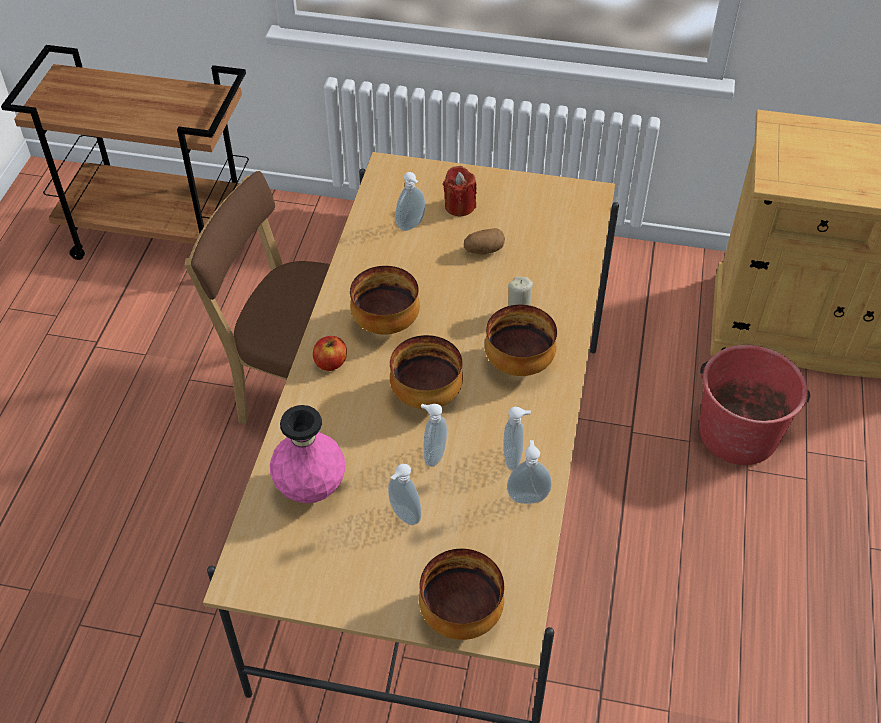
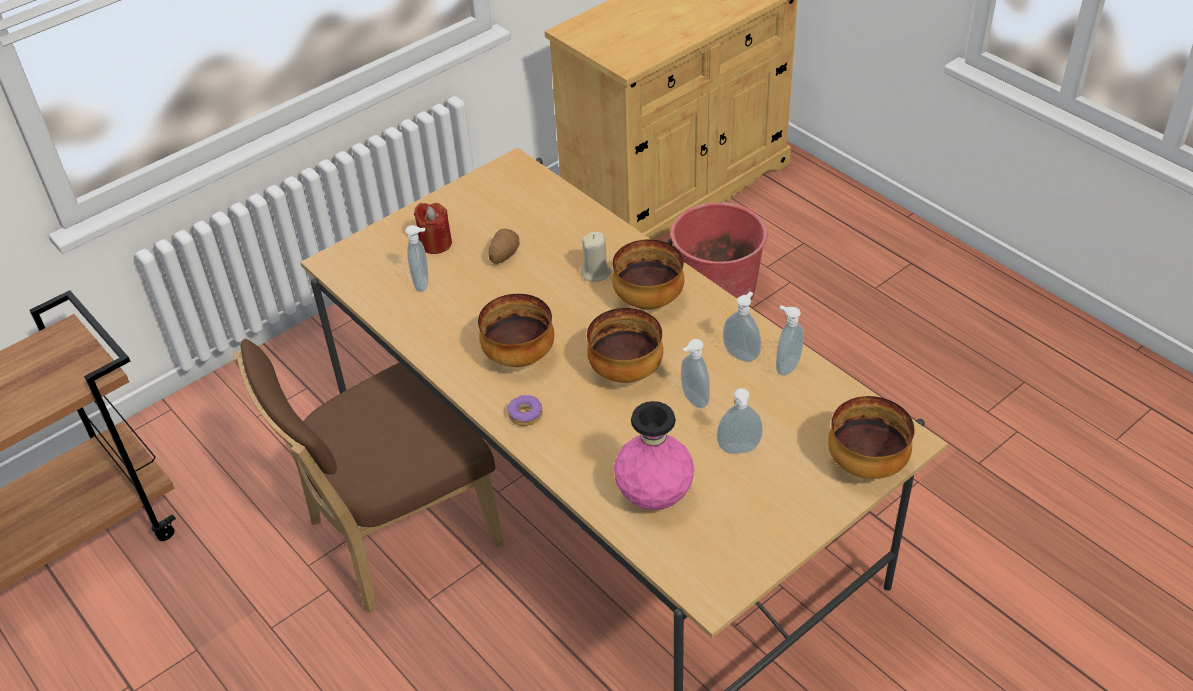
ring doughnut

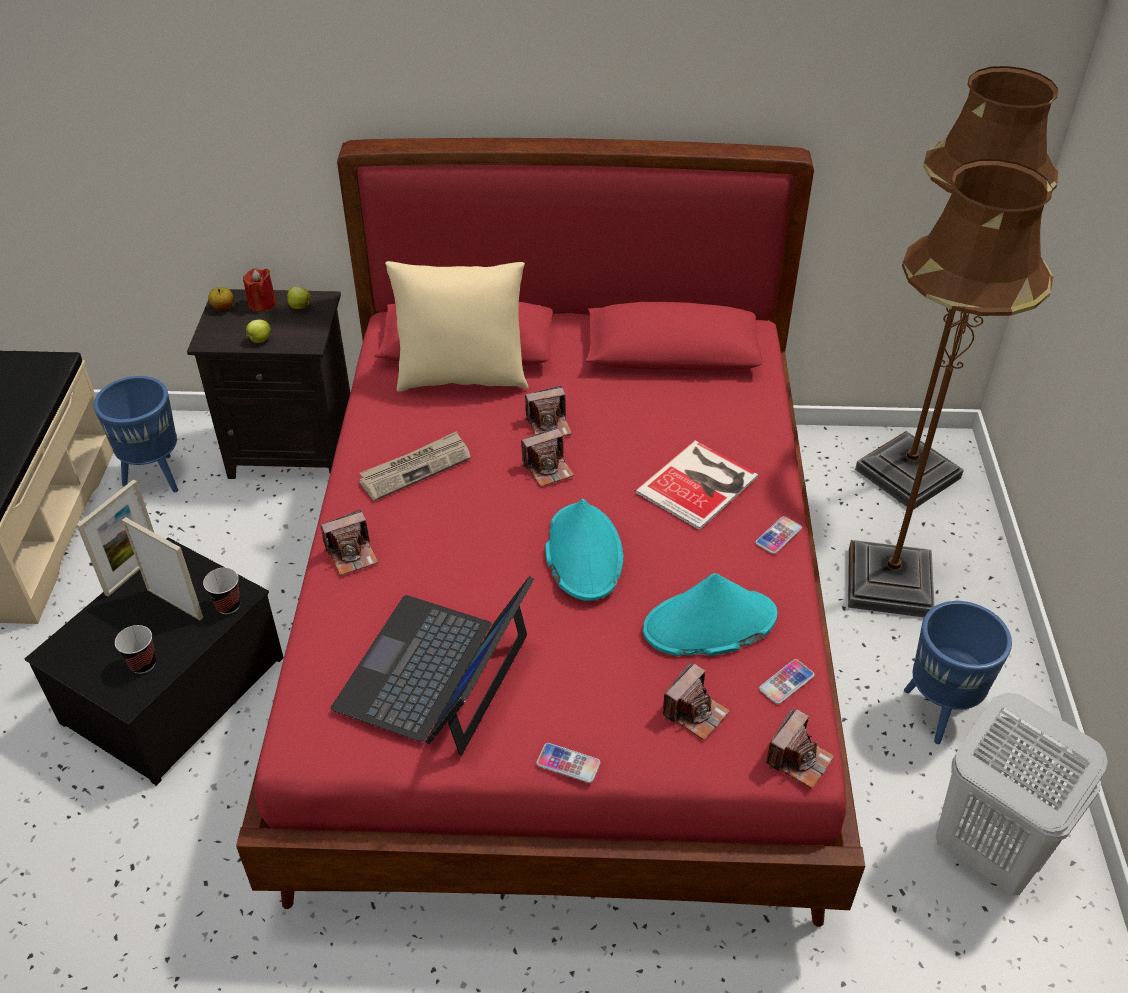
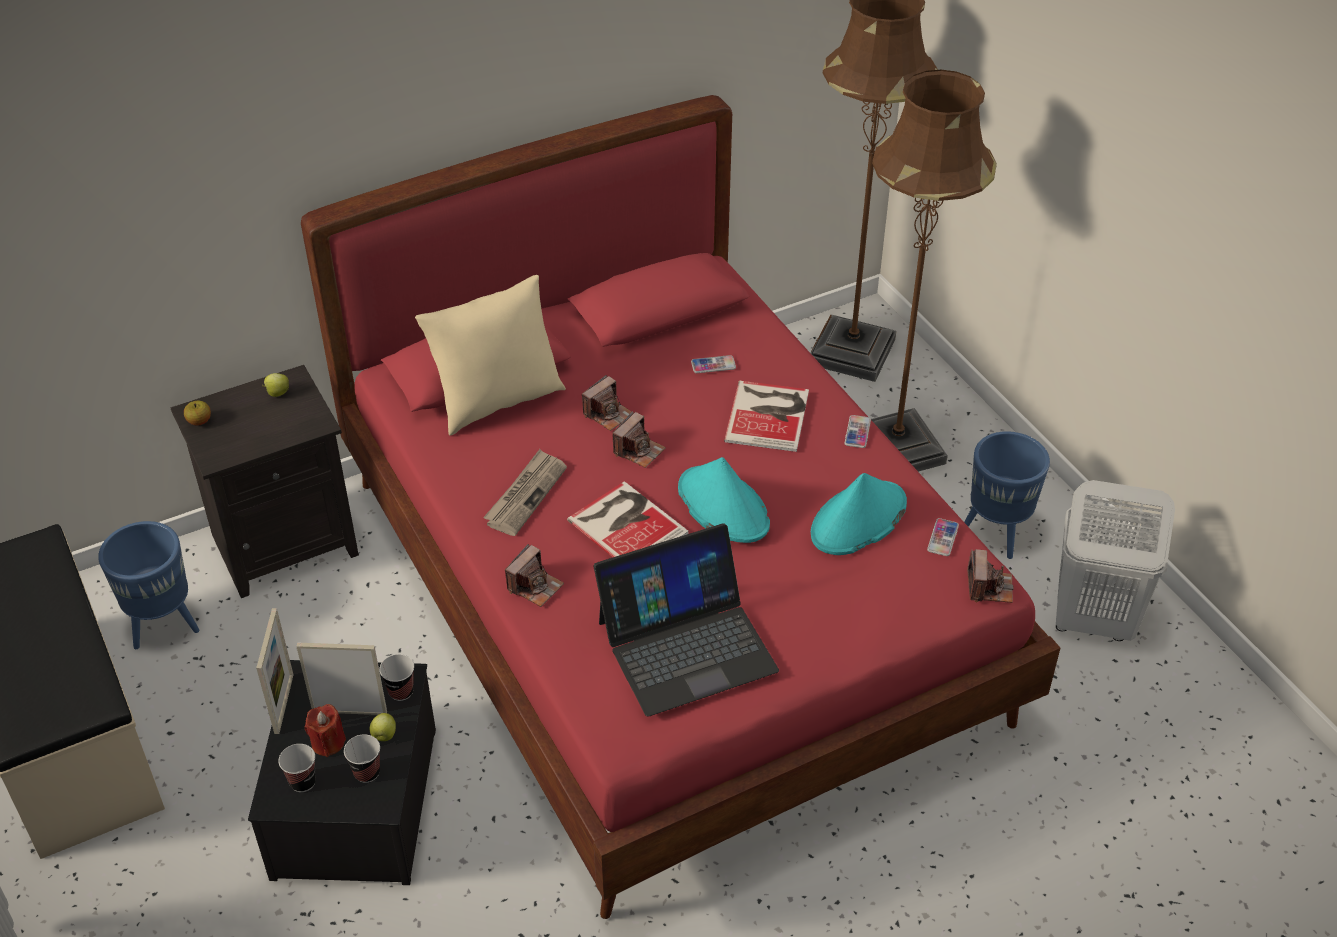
cup (no. 1 from left)
reddish candle
apple (no. 3 from left)
book (no. 1 from left)
portable computer
telephone (no. 1 from left)
photo camera (no. 4 from left in the first image)

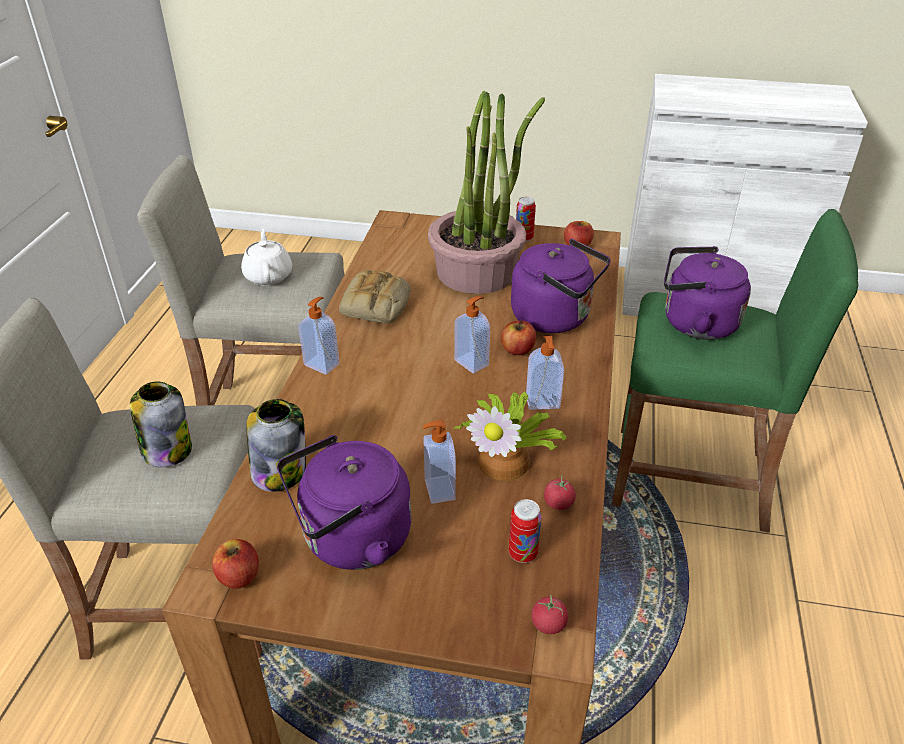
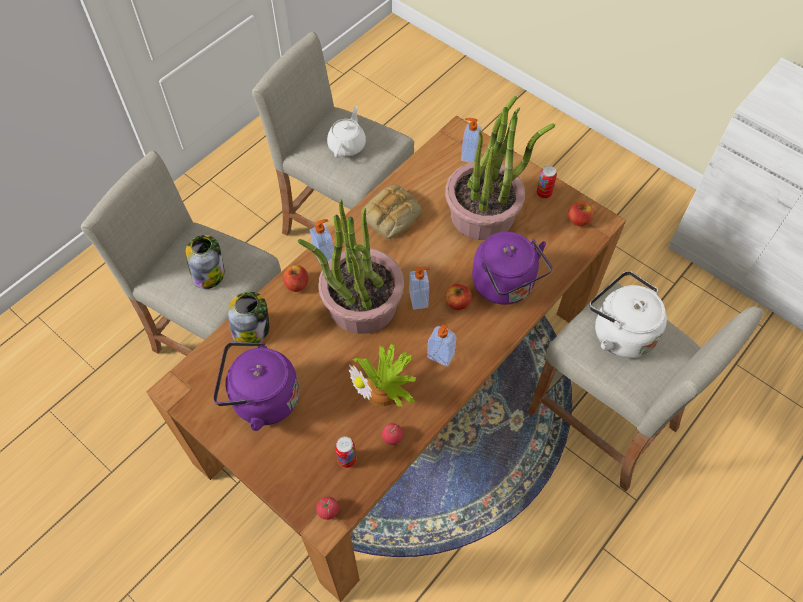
apple (no. 1 from left)
plant in a pot (no. 1 from left)
soap dispenser (no. 4 from left)
beige-coloured sitting stool (no. 3 from left)
white water kettle

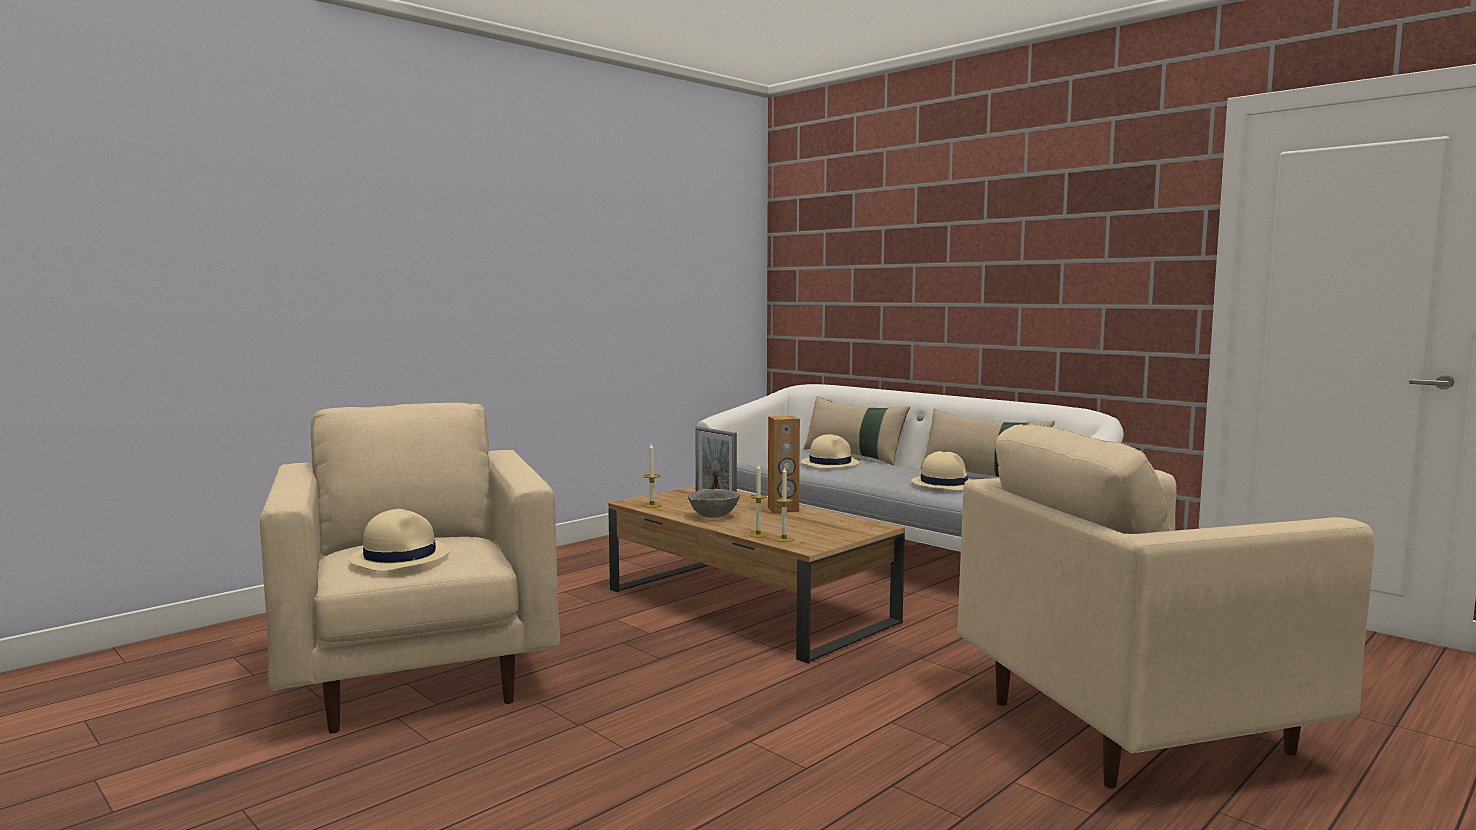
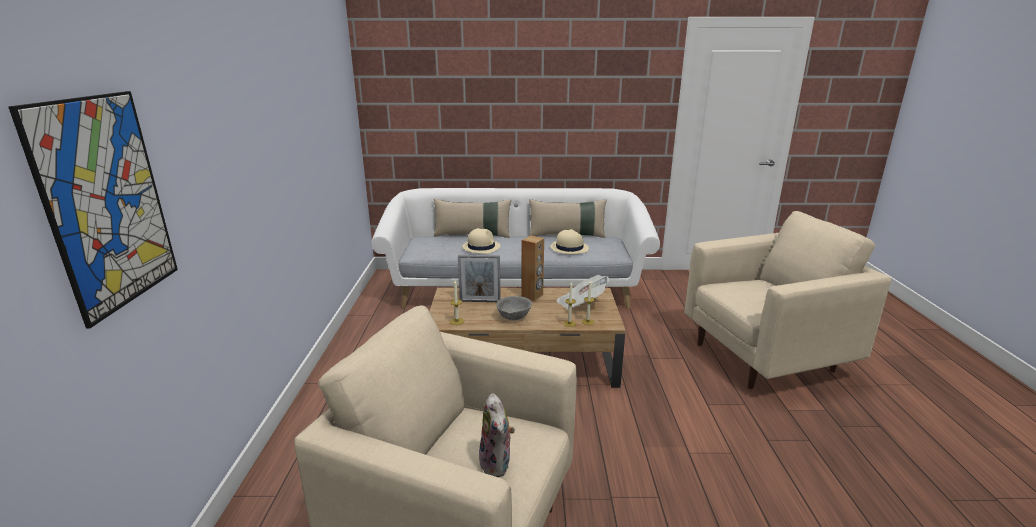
wall picture
plush toy
daily paper
beige-coloured lounge chair (no. 2 from left)

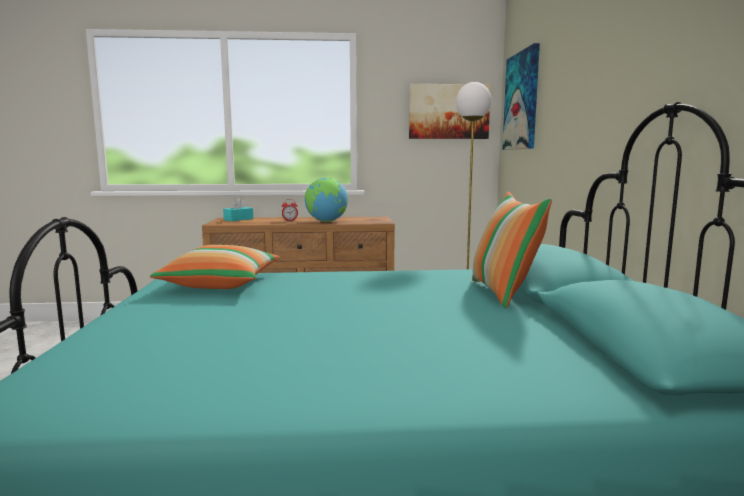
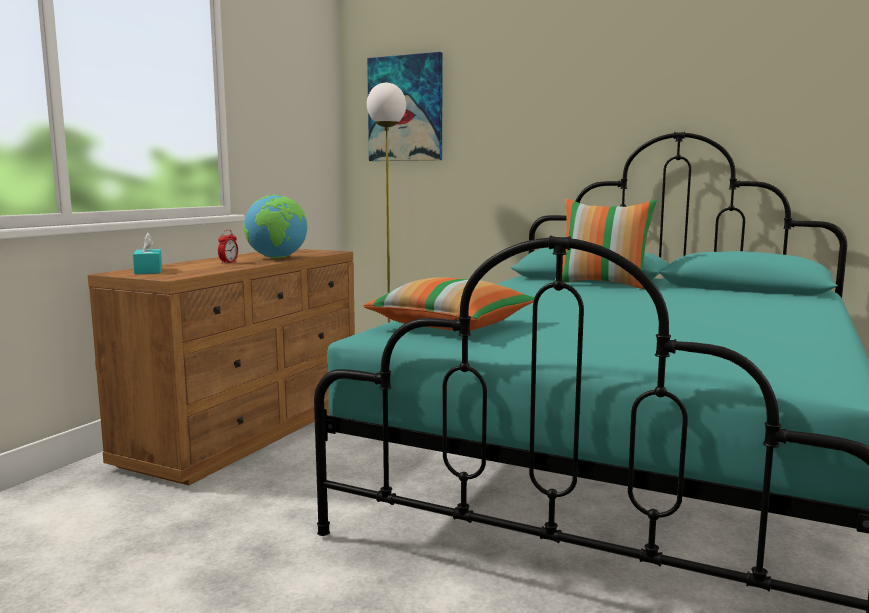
wall picture (no. 1 from left in the first image)

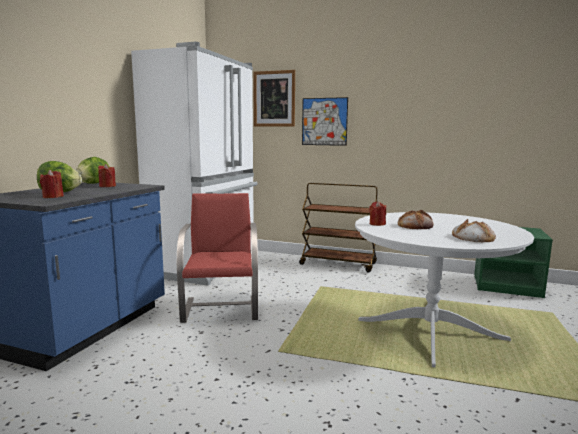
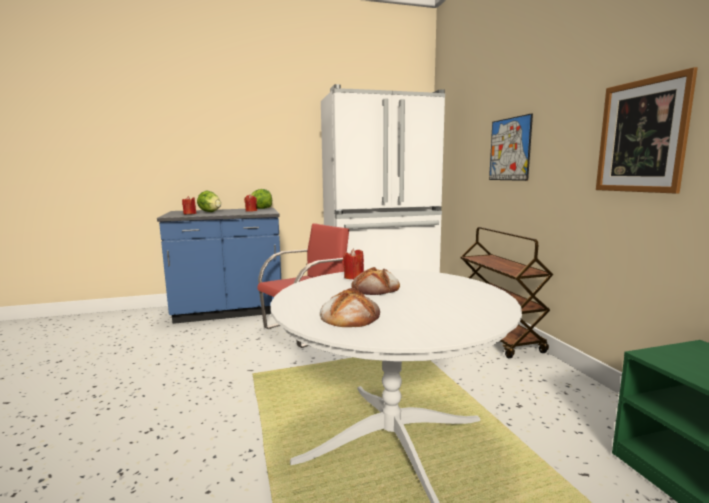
wall picture (no. 2 from left)

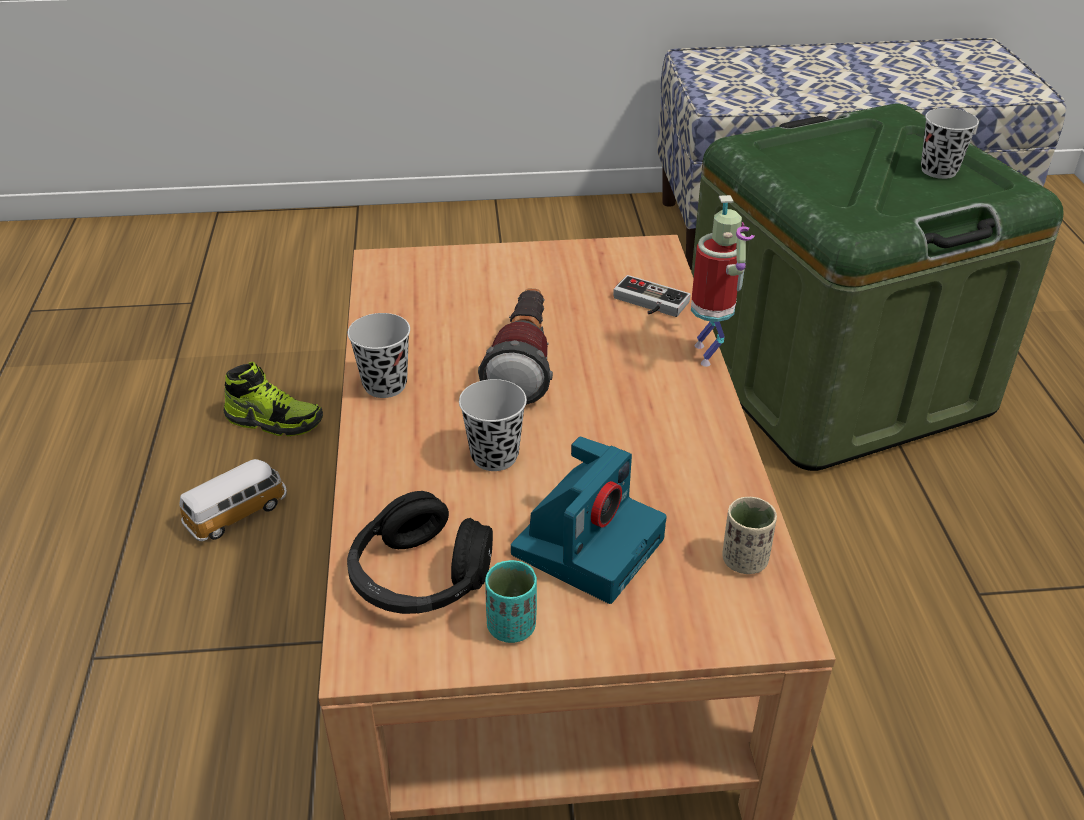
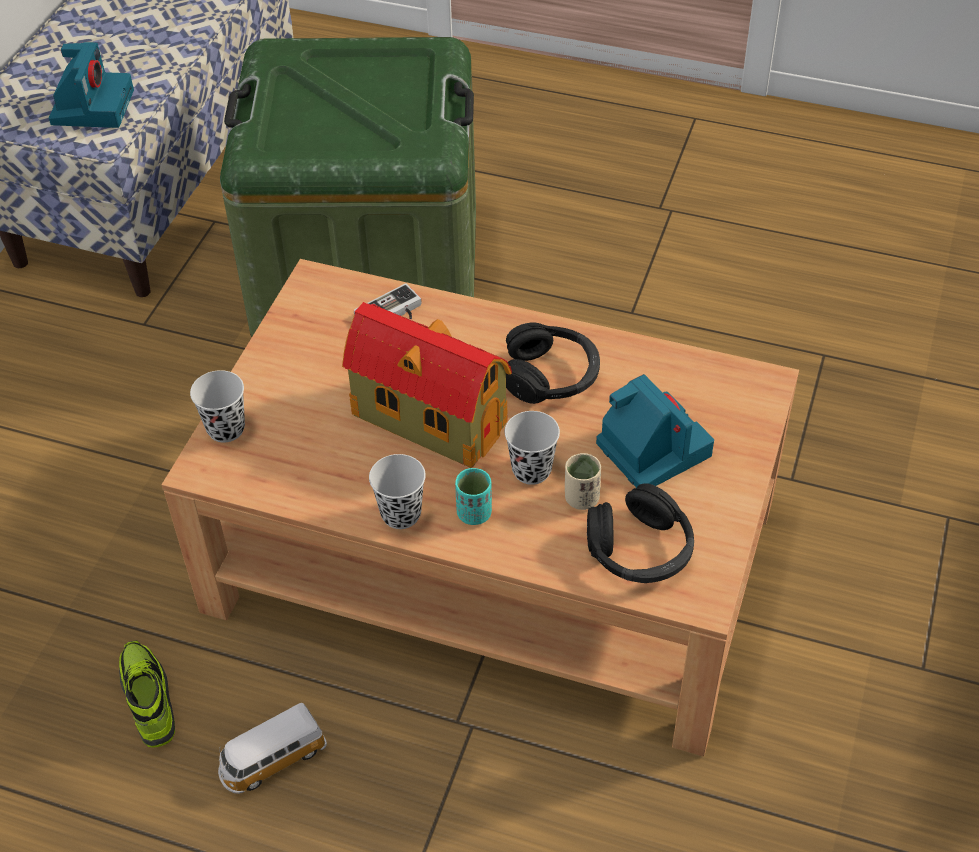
photo camera (no. 1 from left)
low shoe
blackish cup (no. 1 from left)
model car
model house
blue-green cup
blackish pair of headphones (no. 1 from left)
beige-coloured cup
model robot

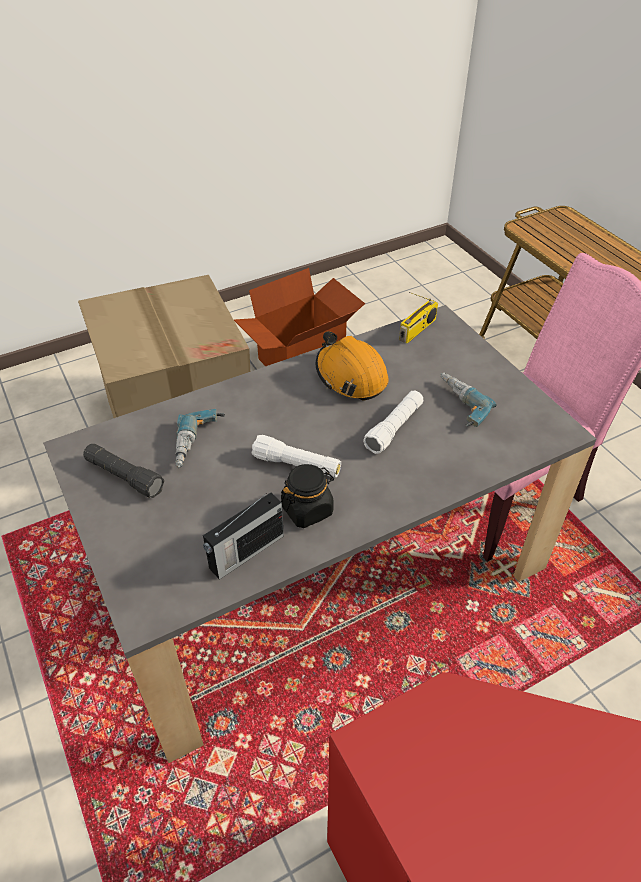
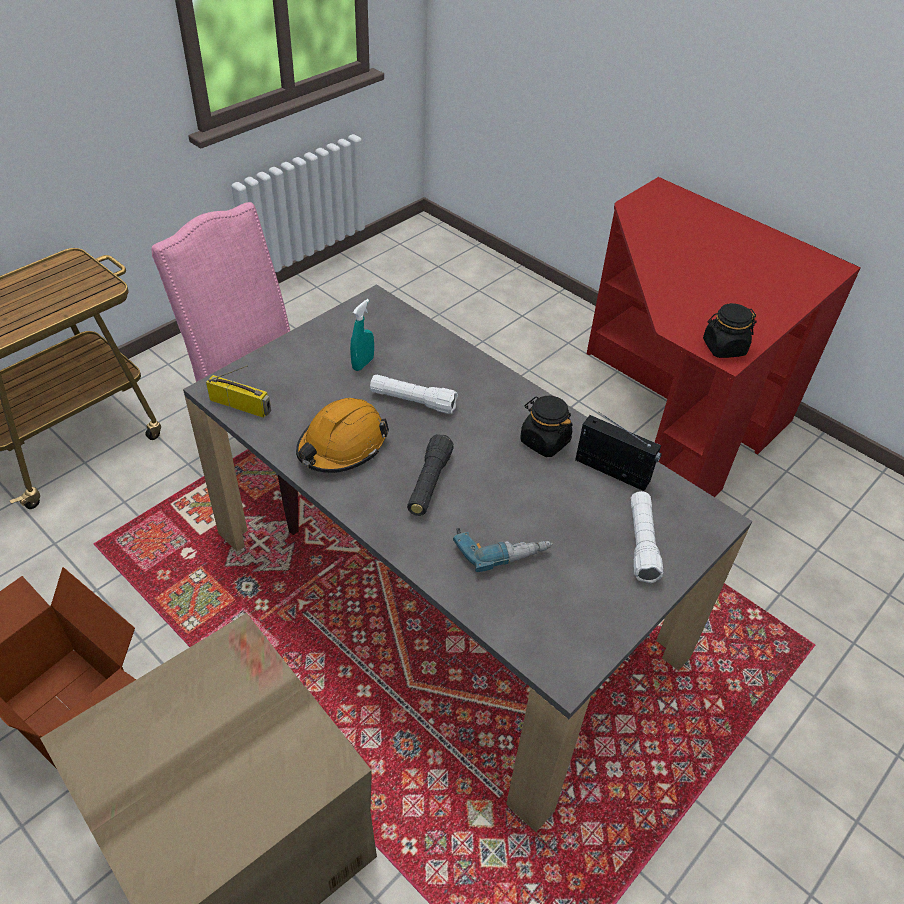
blue-green sprayer
blackish flashlight
white flashlight (no. 2 from left)
blackish jar (no. 2 from left)

